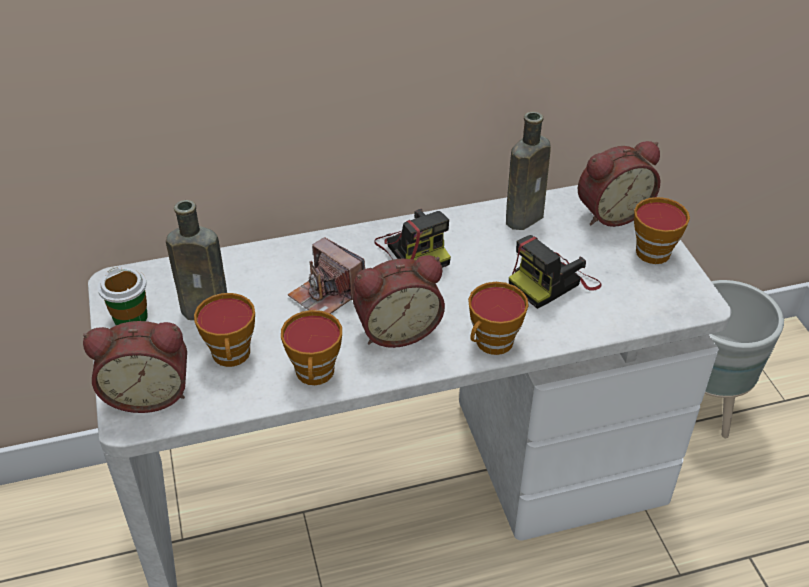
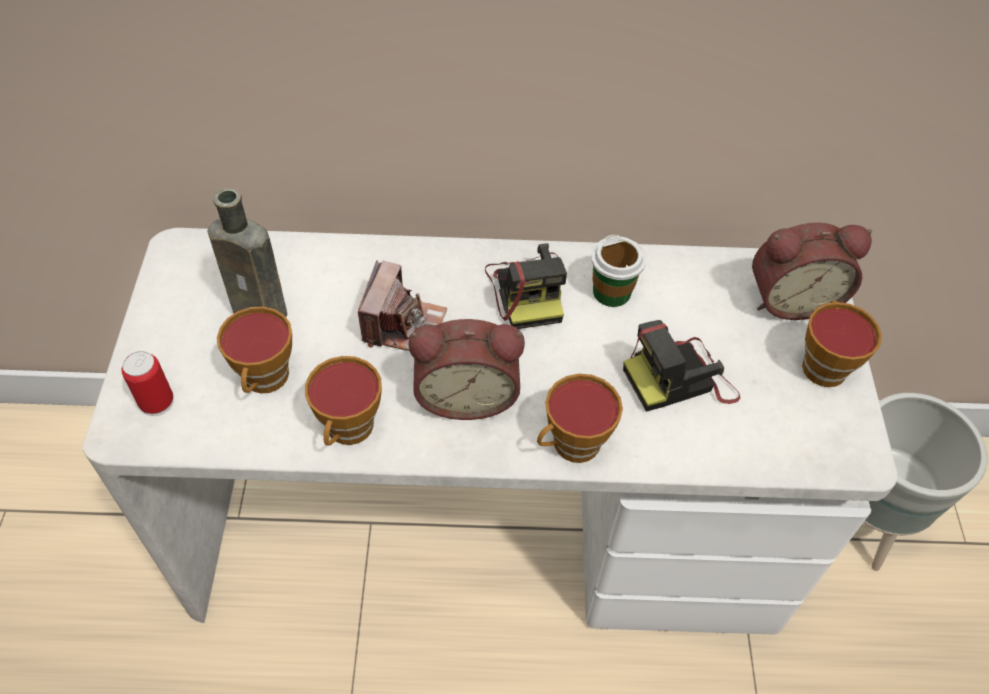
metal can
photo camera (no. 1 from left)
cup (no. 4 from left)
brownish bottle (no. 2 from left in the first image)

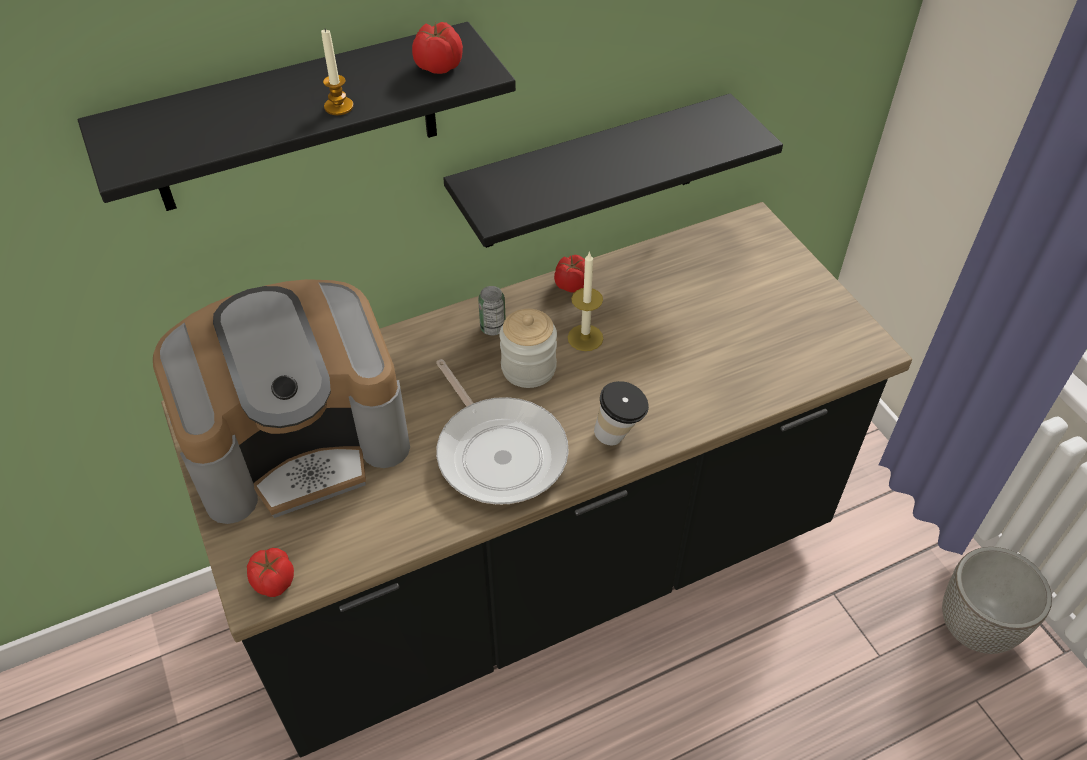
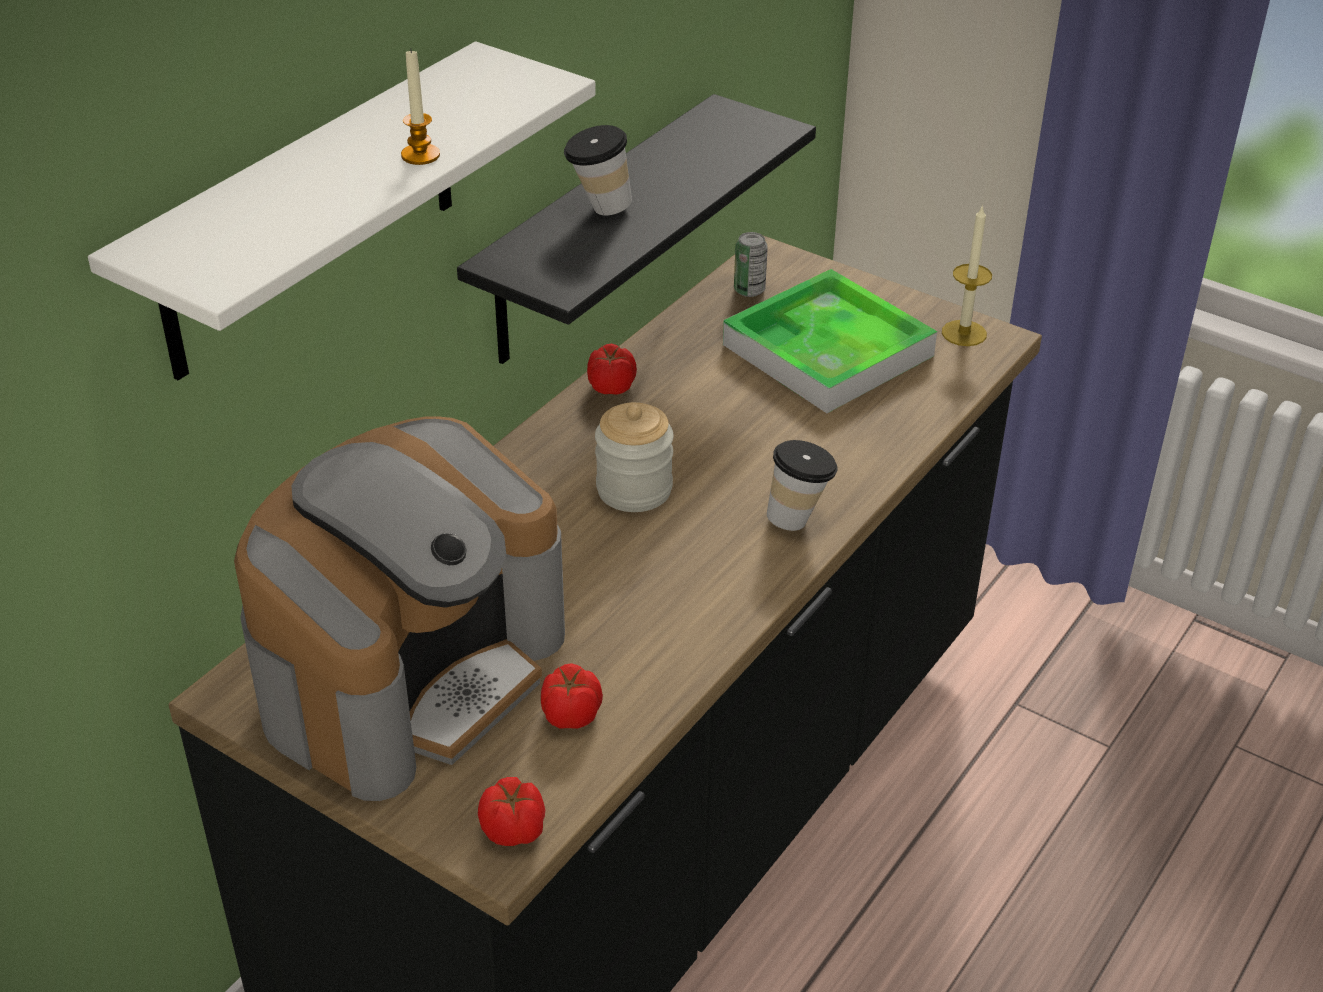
white wall shelf
fresh tomato (no. 2 from left)
cup (no. 1 from left)
tray
metal can
candle (no. 2 from left)
pan
flower pot

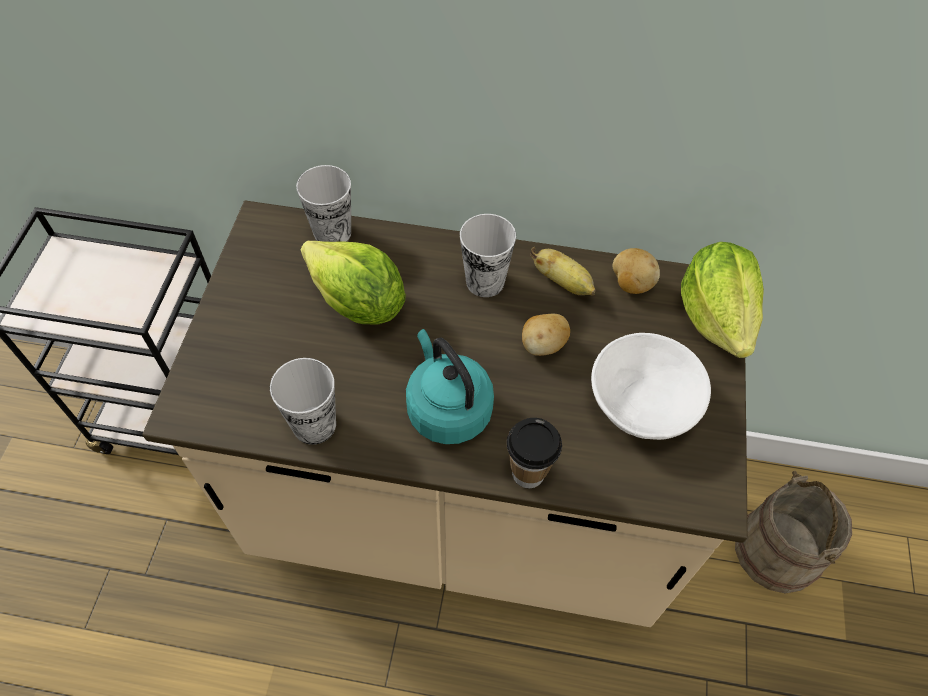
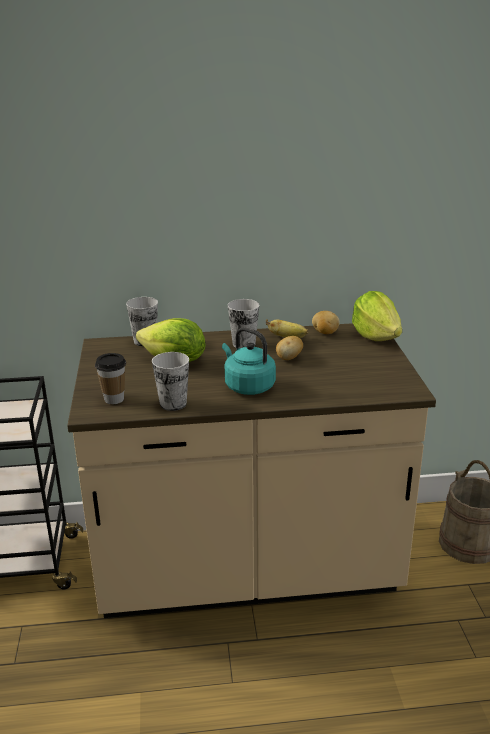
cup (no. 1 from left)
white bowl

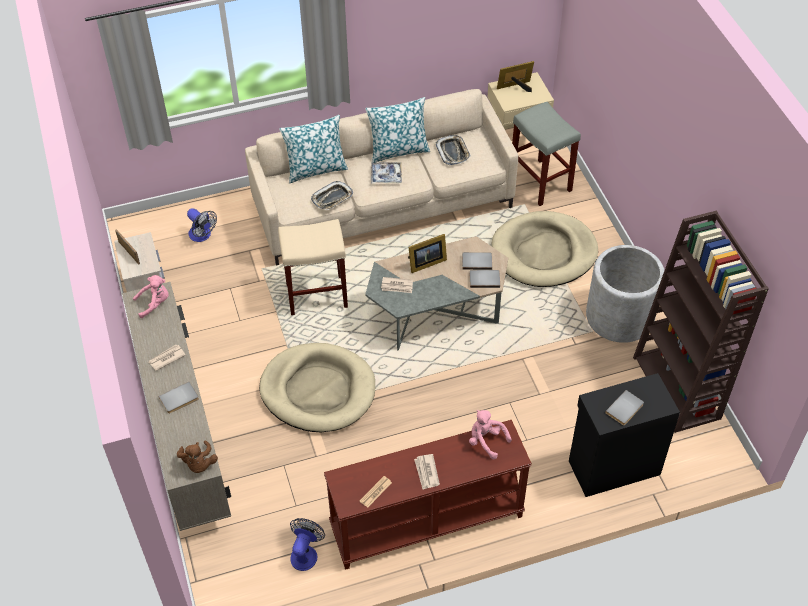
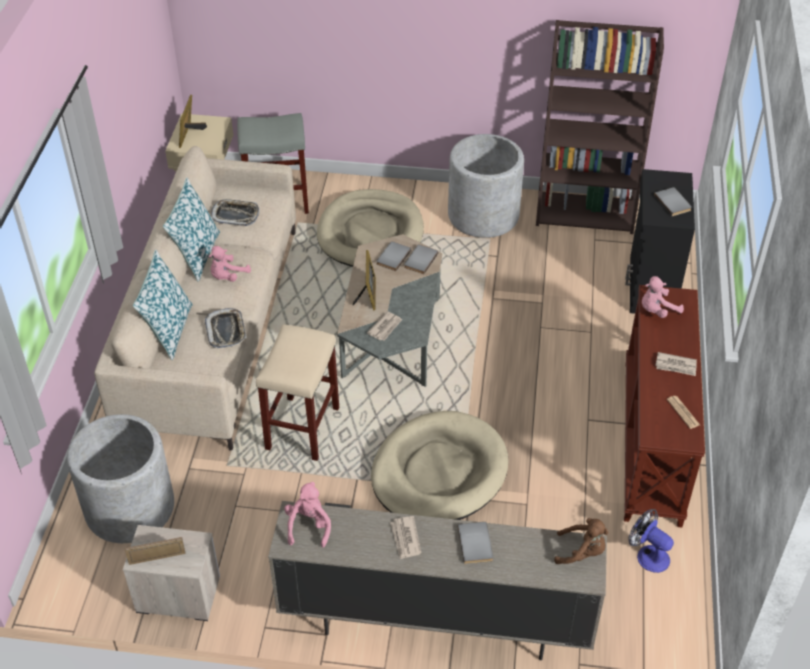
grey flower pot (no. 1 from left)
pink-coloured plush toy (no. 1 from left)

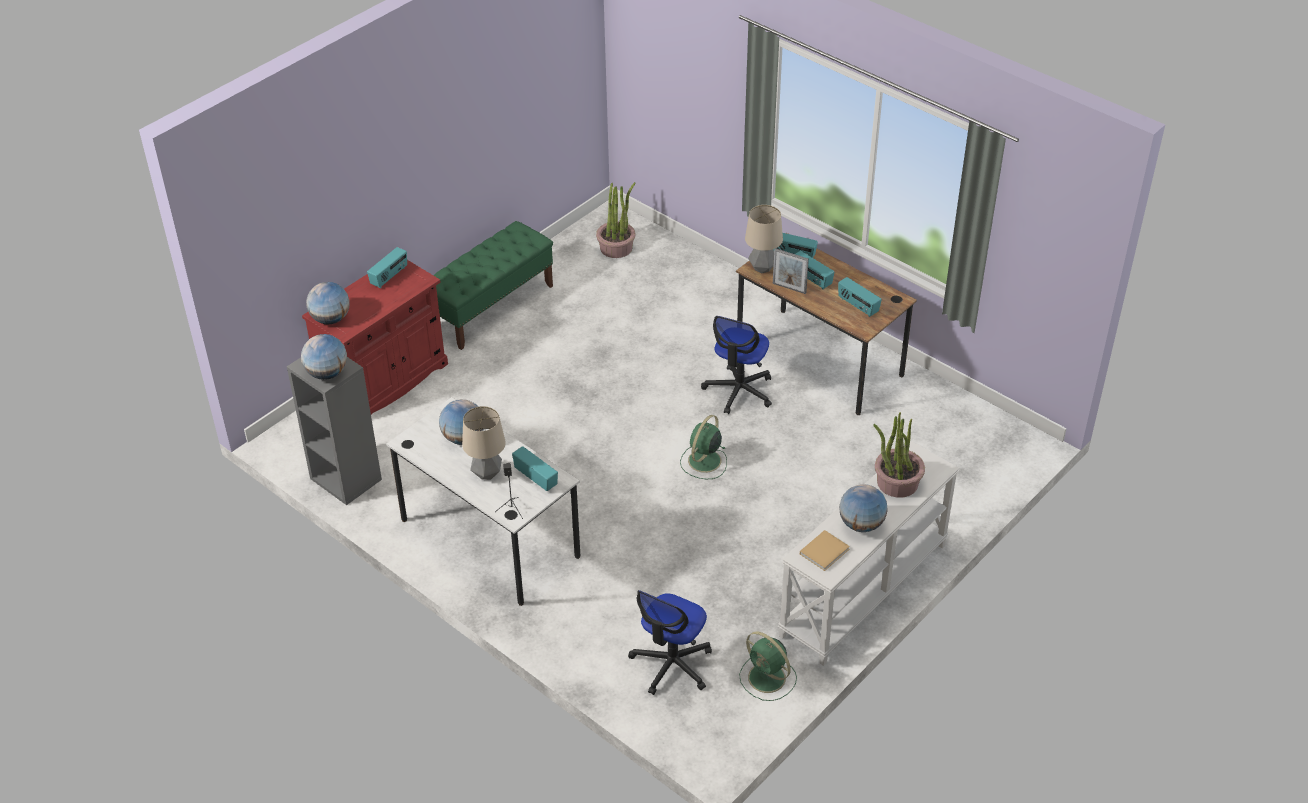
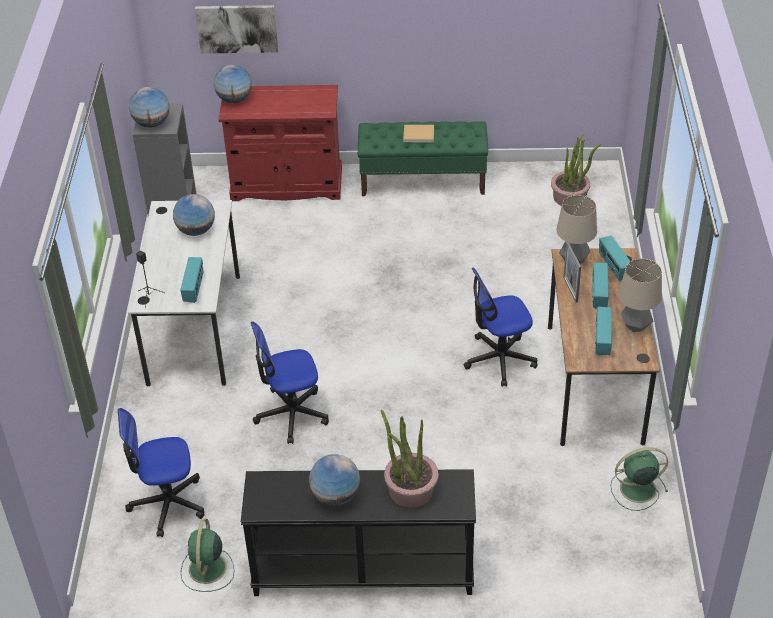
wall picture
blackish console table
office chair (no. 2 from left)
beige-coloured book
greenish electric fan (no. 2 from left)
lamp for a table (no. 2 from left)
radio receiver (no. 1 from left in the first image)

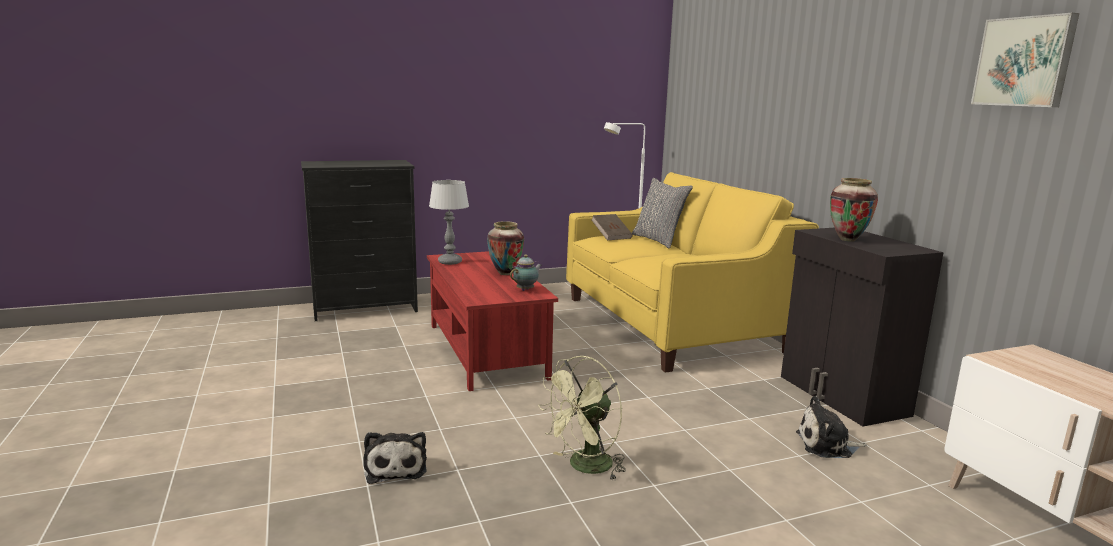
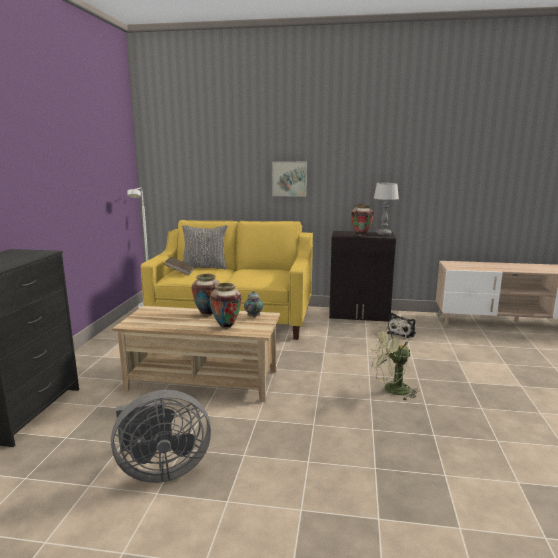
grey electric fan
beige-coloured lounge table
vase (no. 2 from left)
wall picture
greenish electric fan
lamp for a table
plush toy (no. 1 from left in the first image)

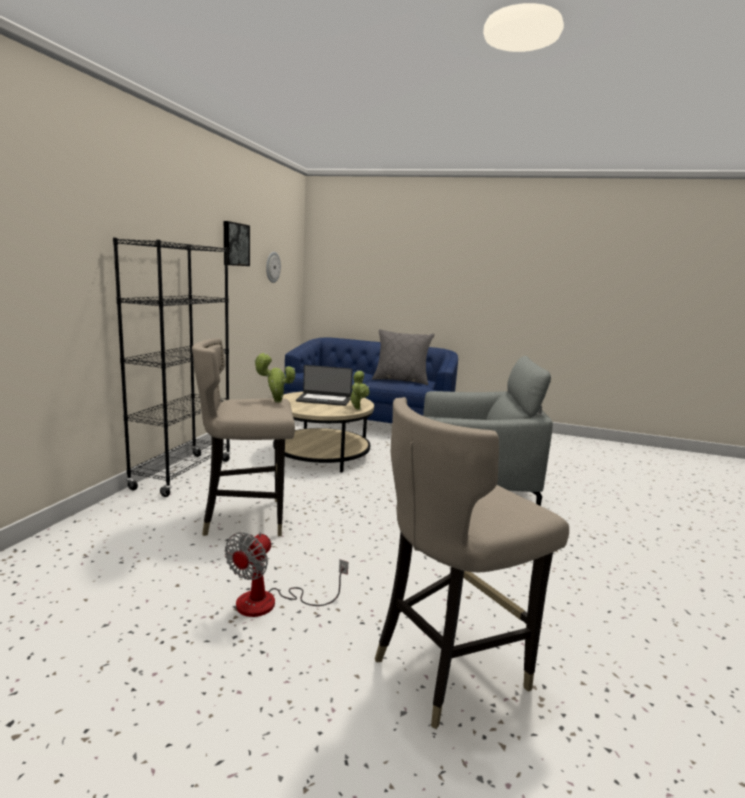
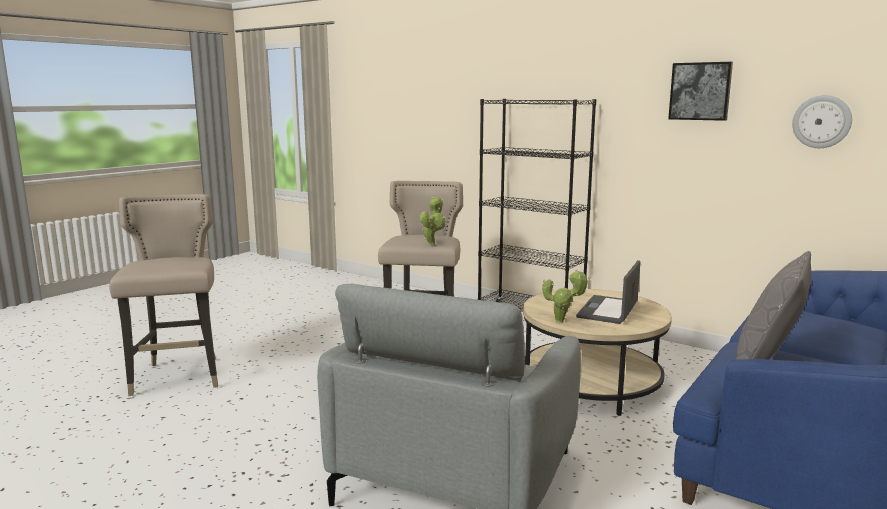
electric fan

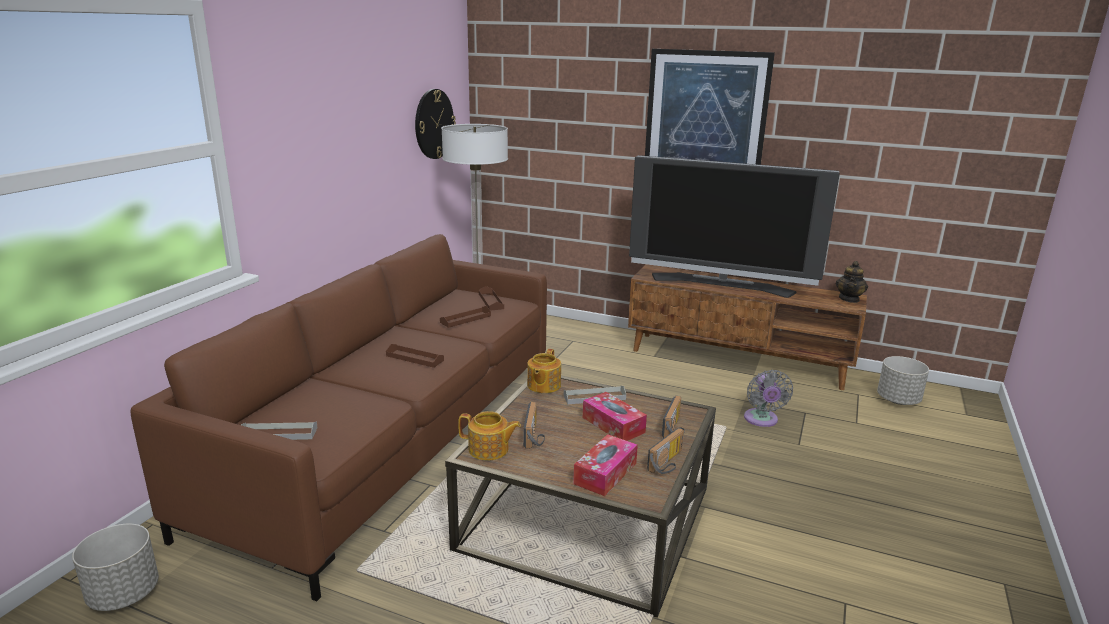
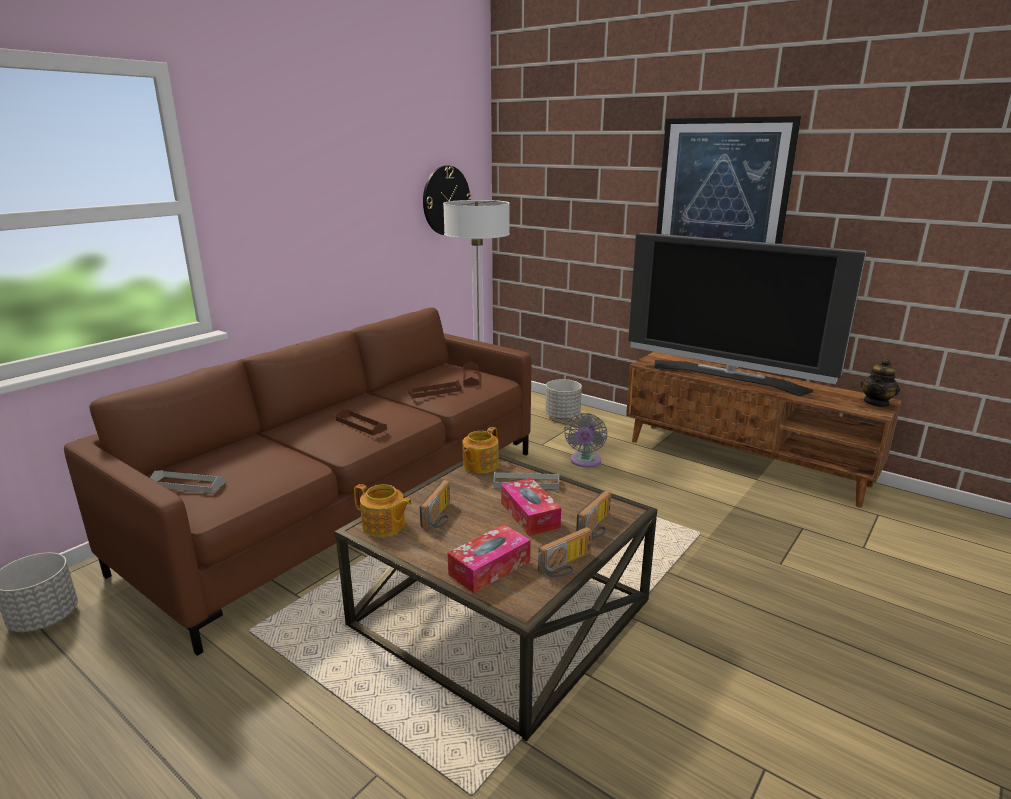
grey flower pot (no. 2 from left)
grey electric fan

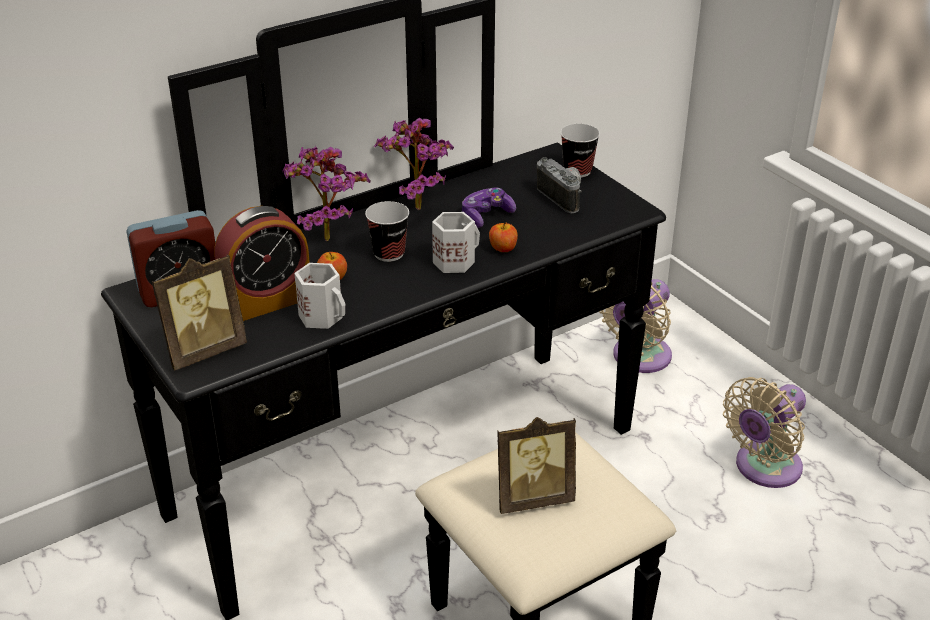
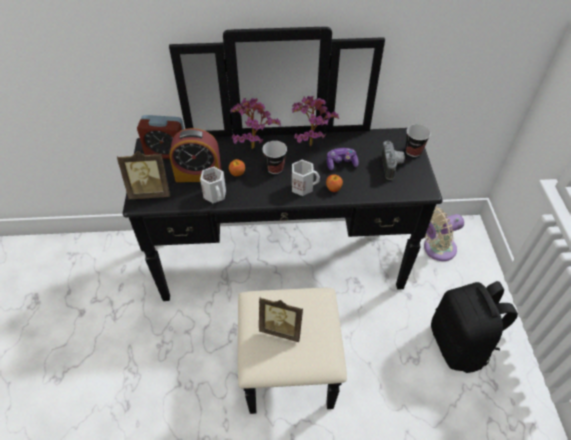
blackish knapsack

